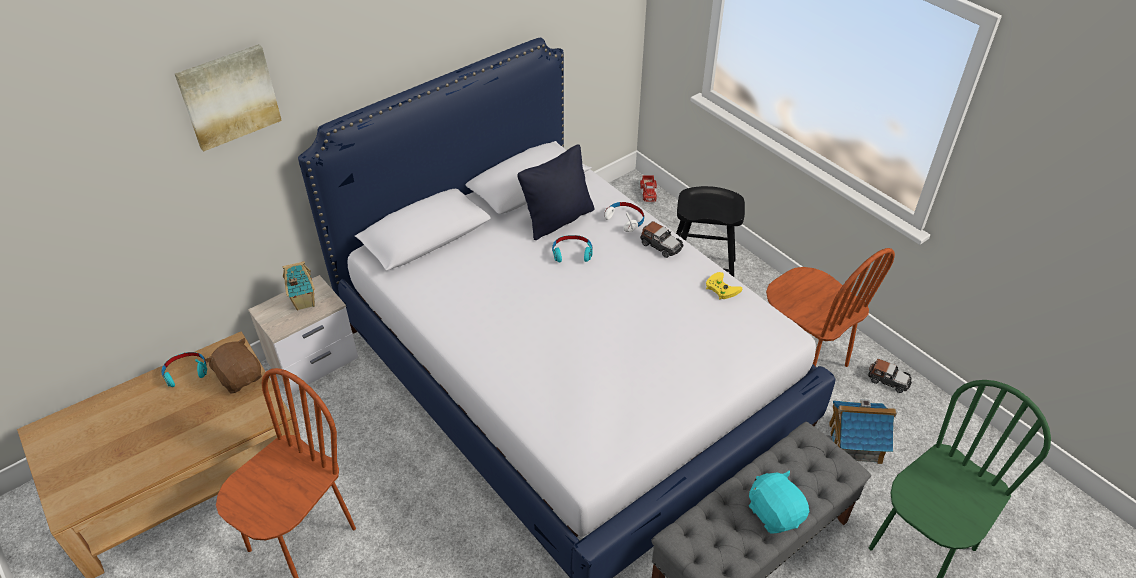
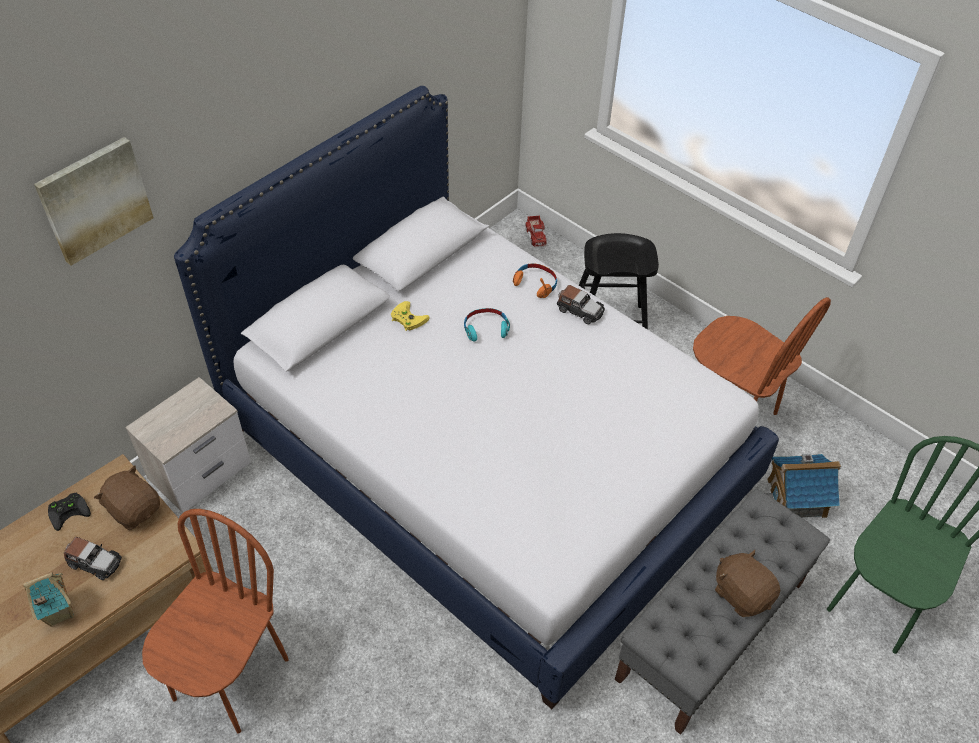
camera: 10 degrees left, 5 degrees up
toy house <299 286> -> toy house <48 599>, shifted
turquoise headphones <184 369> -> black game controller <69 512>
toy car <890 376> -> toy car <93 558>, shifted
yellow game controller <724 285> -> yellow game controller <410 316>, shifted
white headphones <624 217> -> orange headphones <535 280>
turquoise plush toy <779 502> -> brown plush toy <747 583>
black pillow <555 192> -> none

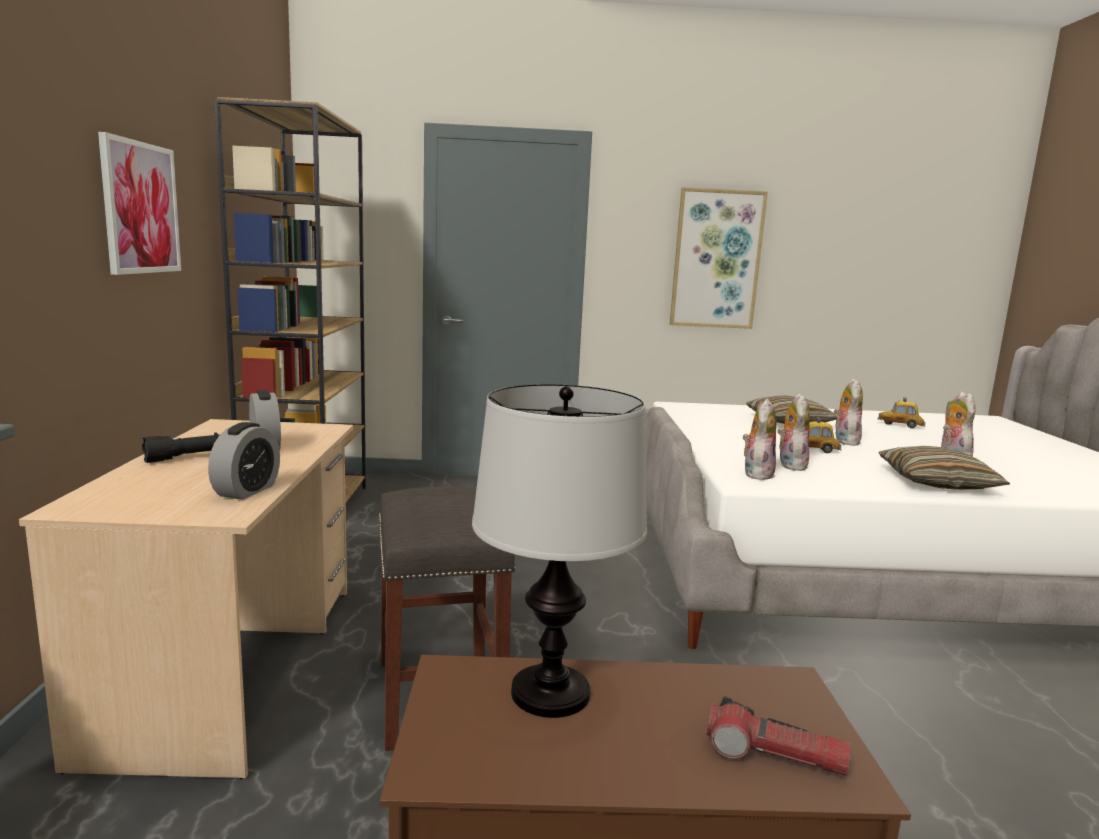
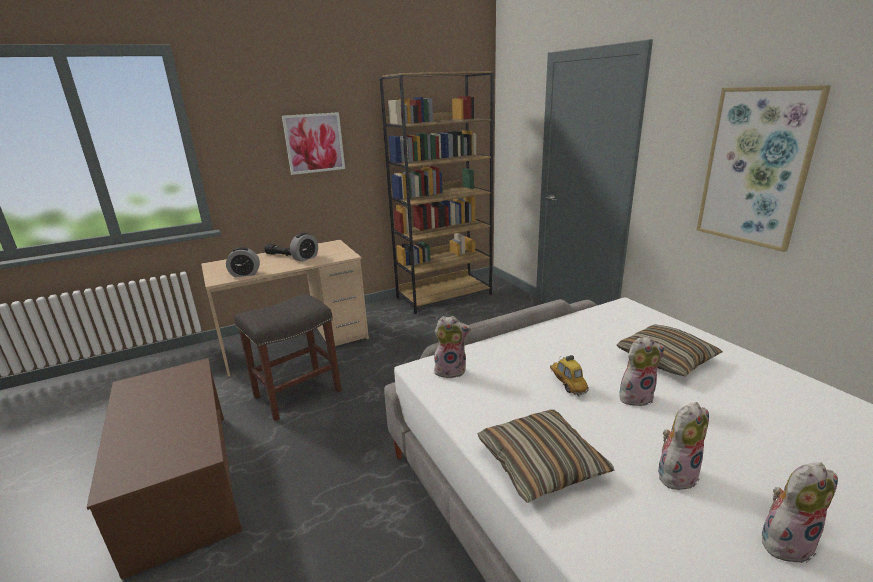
camera: 65 degrees right, 10 degrees up
plush toy <793 432> -> plush toy <800 512>, shifted
table lamp <559 551> -> none
flashlight <779 735> -> none
toy car <901 412> -> none

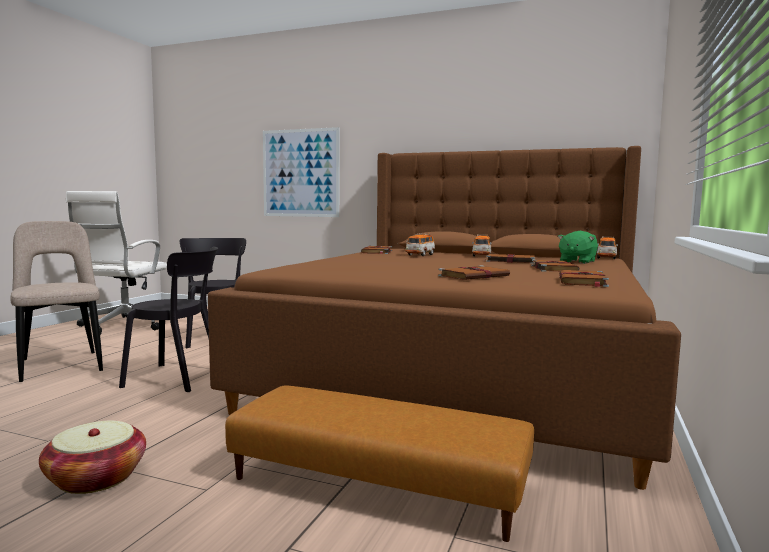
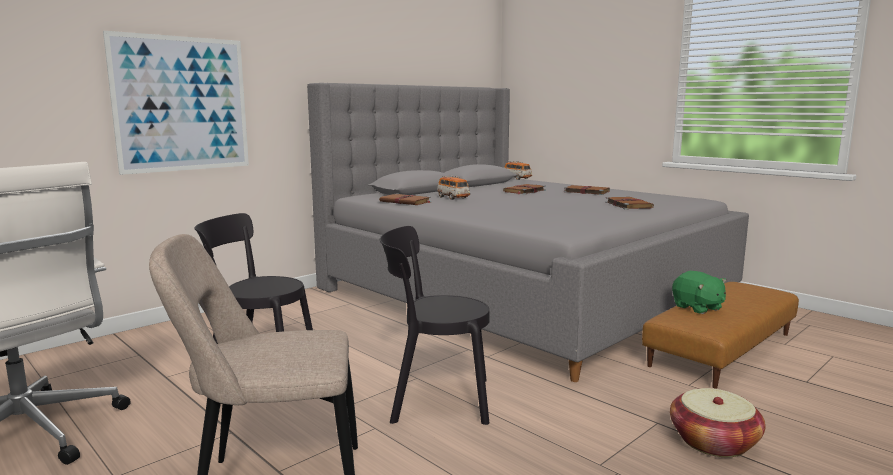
camera: 65 degrees left, 5 degrees up
brown bed <444 318> -> grey bed <528 232>
black chair <168 319> -> black chair <435 325>, 120 degrees counterclockwise
green plush toy <577 247> -> green plush toy <699 292>, shifted
toy car <482 245> -> none
brown book <584 278> -> none

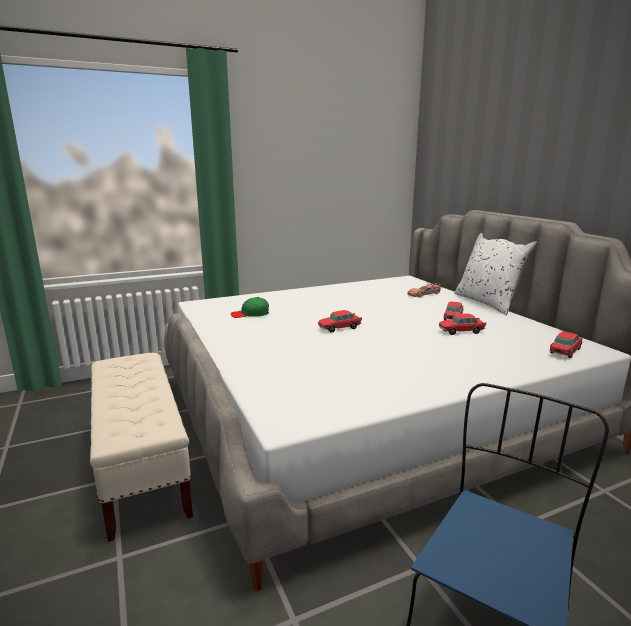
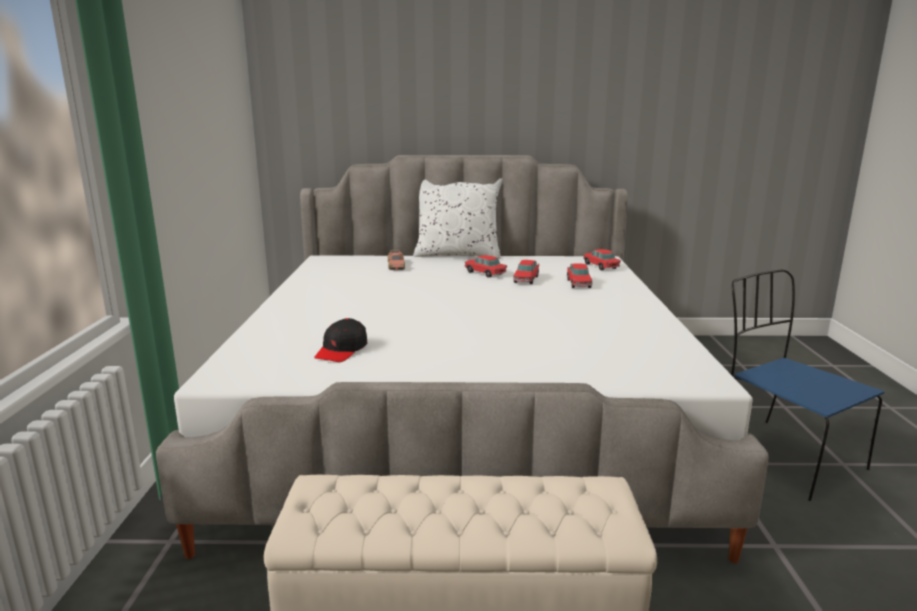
camera: 65 degrees left, 0 degrees up
green cap <250 307> -> black cap <340 340>
toy car <340 321> -> toy car <579 275>, shifted

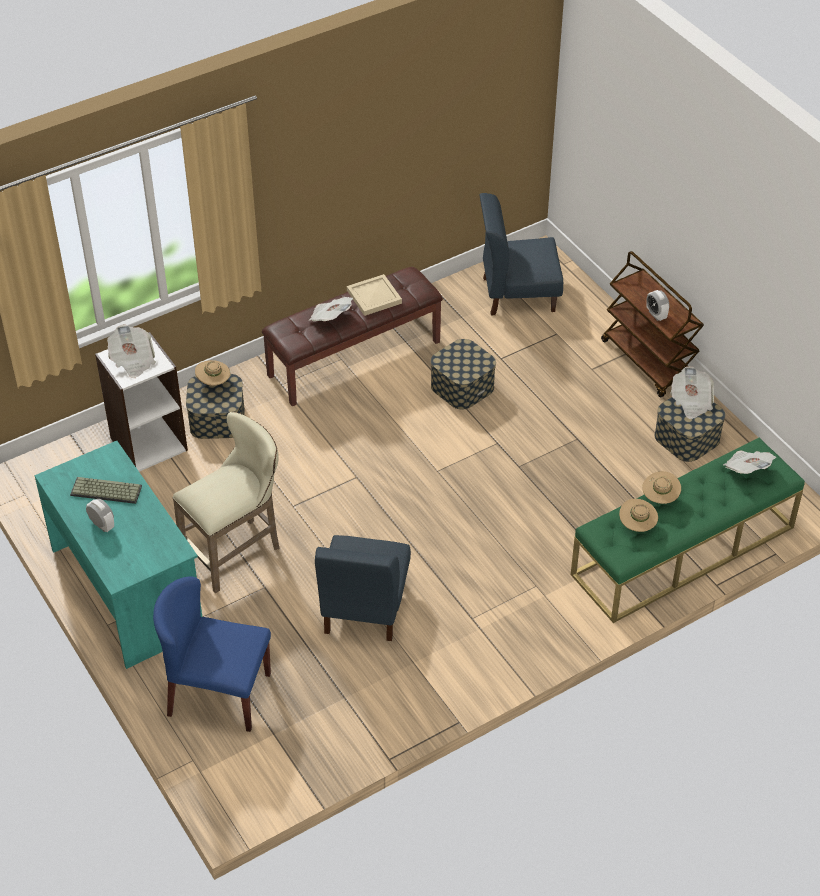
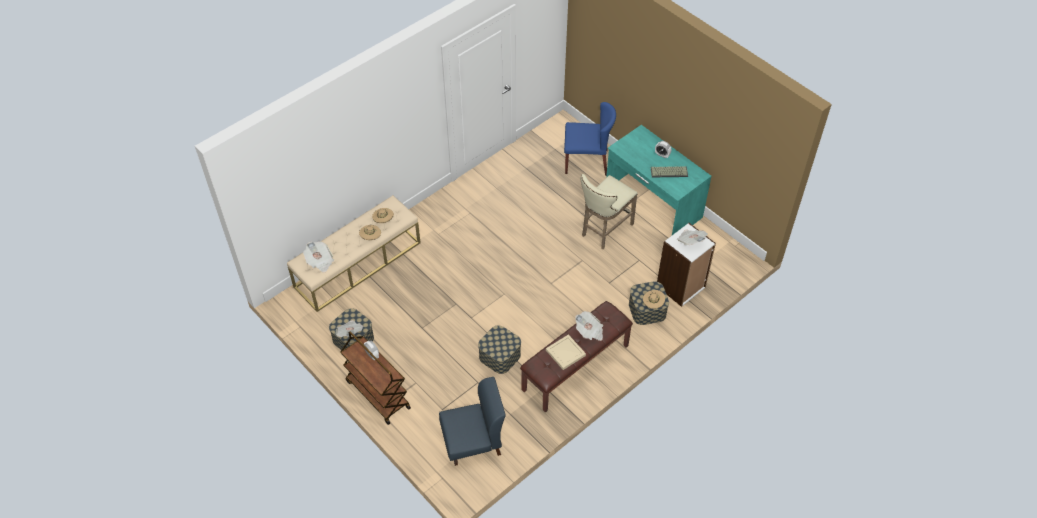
camera: 170 degrees right, 5 degrees up
green bench <688 530> -> beige bench <354 253>
blue chair <363 588> -> none

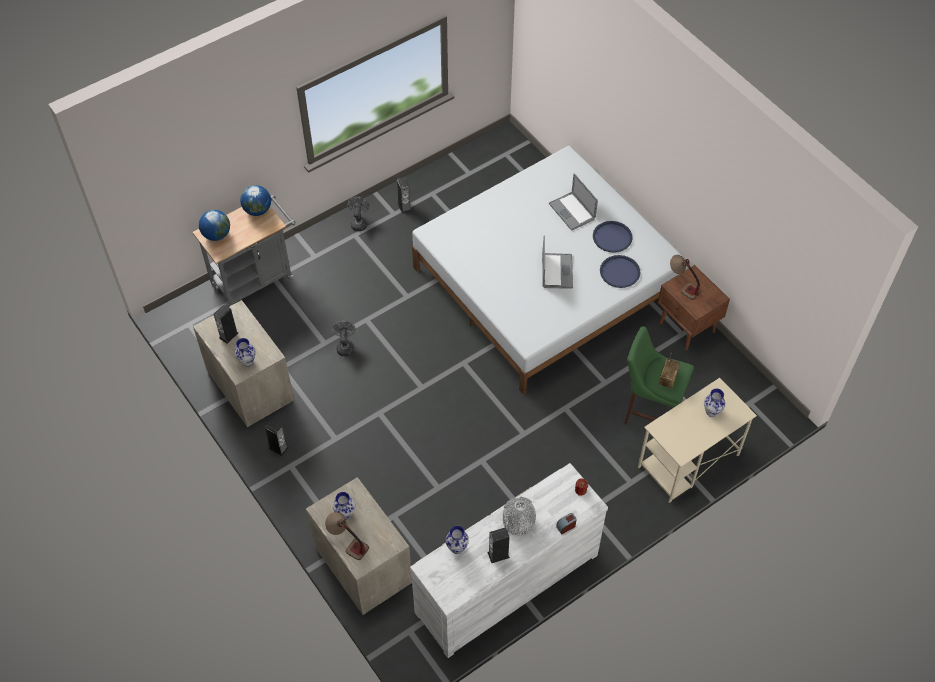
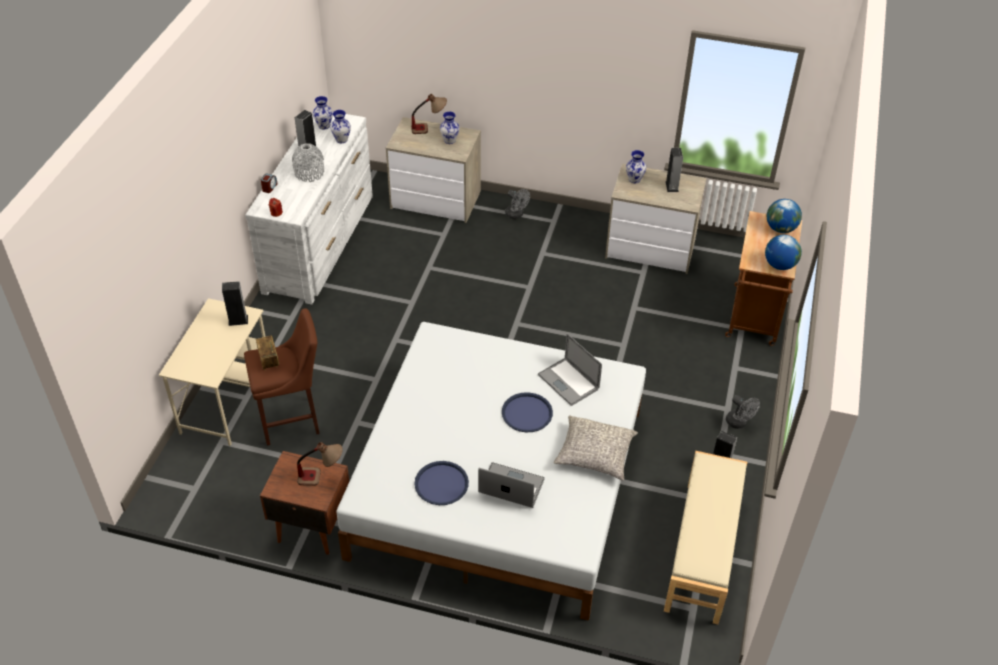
camera: 140 degrees right, 10 degrees down
speaker <276 438> -> speaker <235 303>, shifted
green stool <659 375> -> brown stool <282 377>
vase <714 403> -> vase <323 113>, shifted
blue tray <620 271> -> blue tray <527 412>, shifted
grey fan <344 338> -> grey fan <517 204>, shifted
laptop <557 262> -> laptop <570 370>, shifted
none -> grey pillow <596 448>
none -> beige bench <705 537>
grey cart <244 250> -> brown cart <763 278>

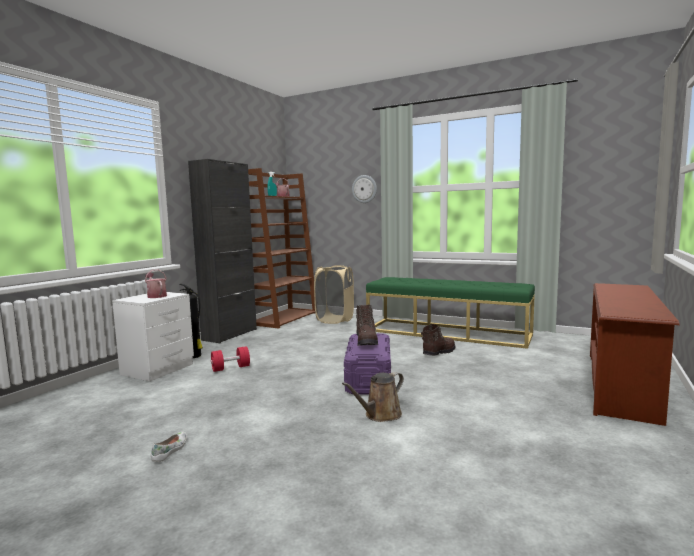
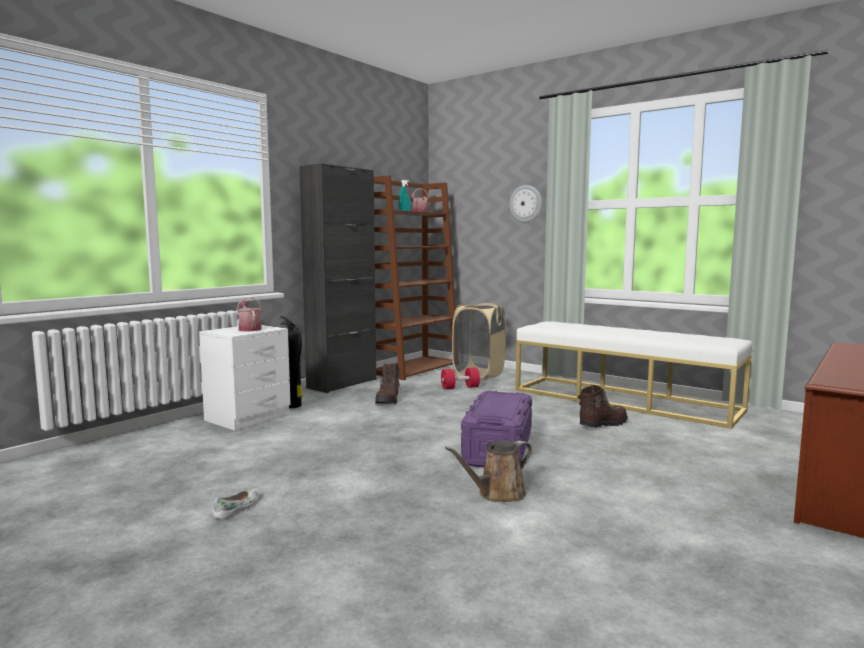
camera: 10 degrees right, 0 degrees up
brown boot <367 325> -> brown boot <388 384>, shifted
red dumbbell <230 359> -> red dumbbell <460 378>, shifted
green bench <450 313> -> white bench <633 375>

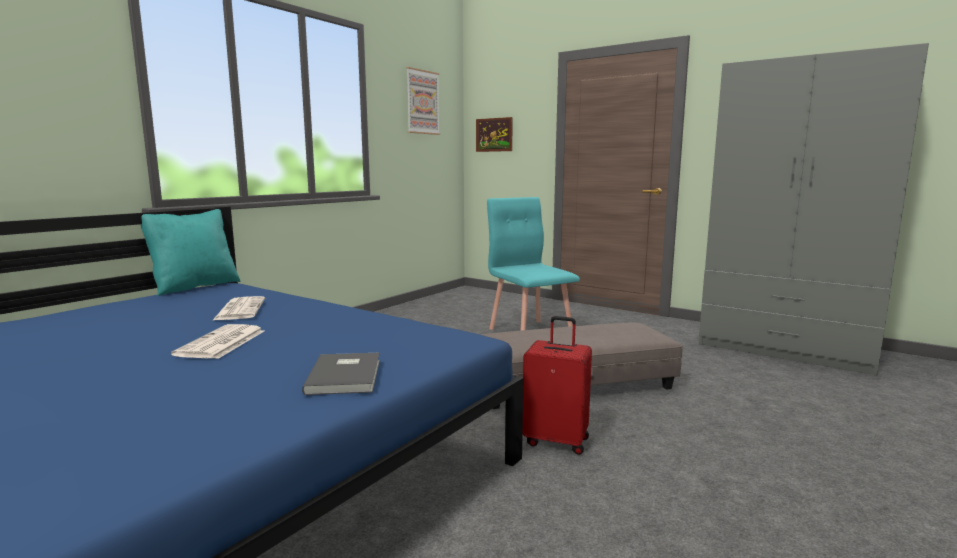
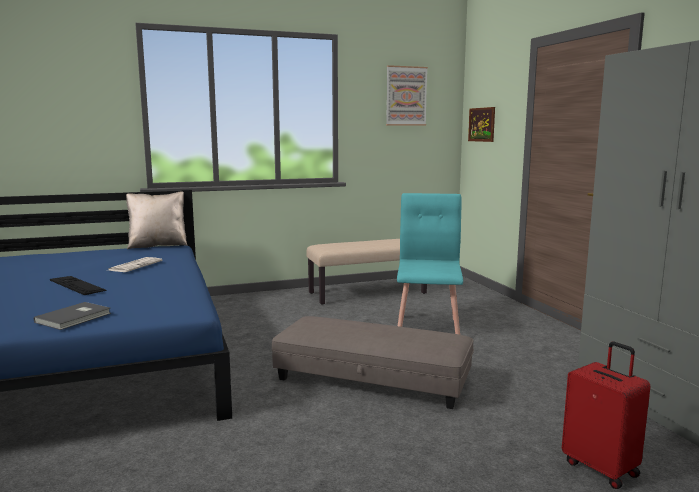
camera: 35 degrees right, 0 degrees up
newspaper <217 341> -> keyboard <78 285>
turquoise pillow <191 252> -> beige pillow <157 220>
none -> beige bench <366 272>
red suitcase <557 385> -> red suitcase <606 415>, shifted

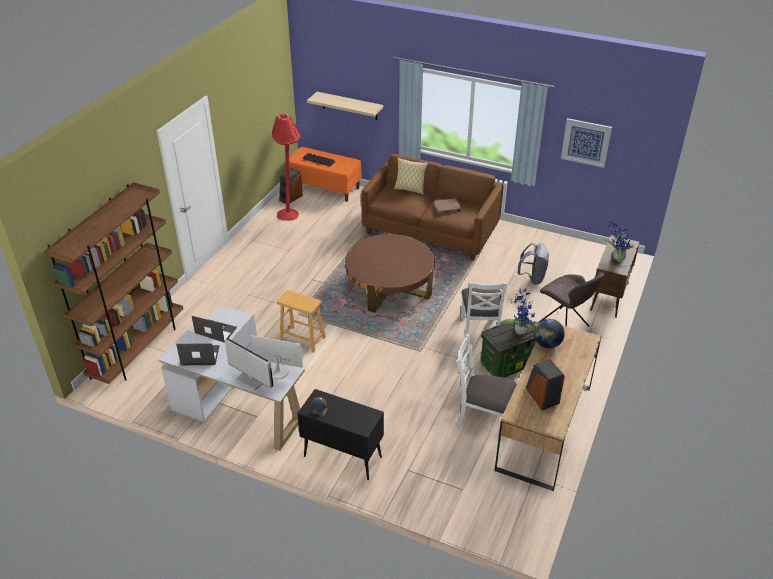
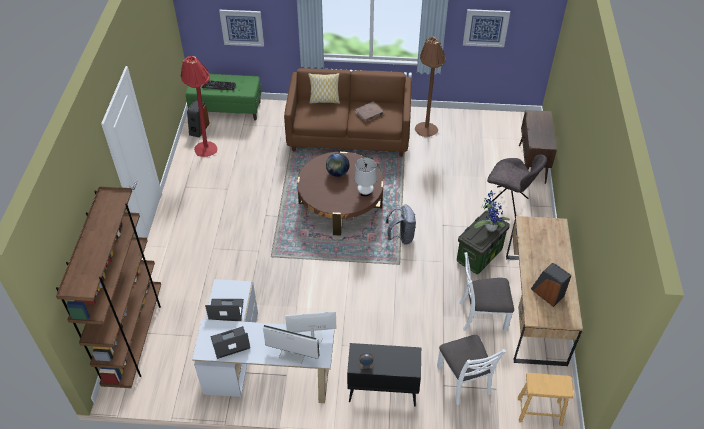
camera: 20 degrees left, 10 degrees up
orange bench <325 174> -> green bench <223 97>
shelf <345 106> -> picture <241 28>
globe <549 334> -> globe <337 165>, shifted
none -> white table lamp <365 177>
grey backpack <533 264> -> grey backpack <401 224>, shifted
none -> brown floor lamp <430 87>
white chair <484 309> -> white chair <471 370>, shifted
brown stool <301 321> -> brown stool <546 399>, shifted
potted plant <618 242> -> none

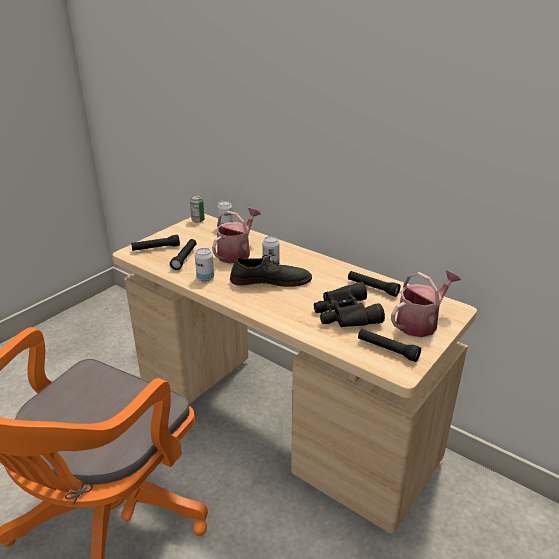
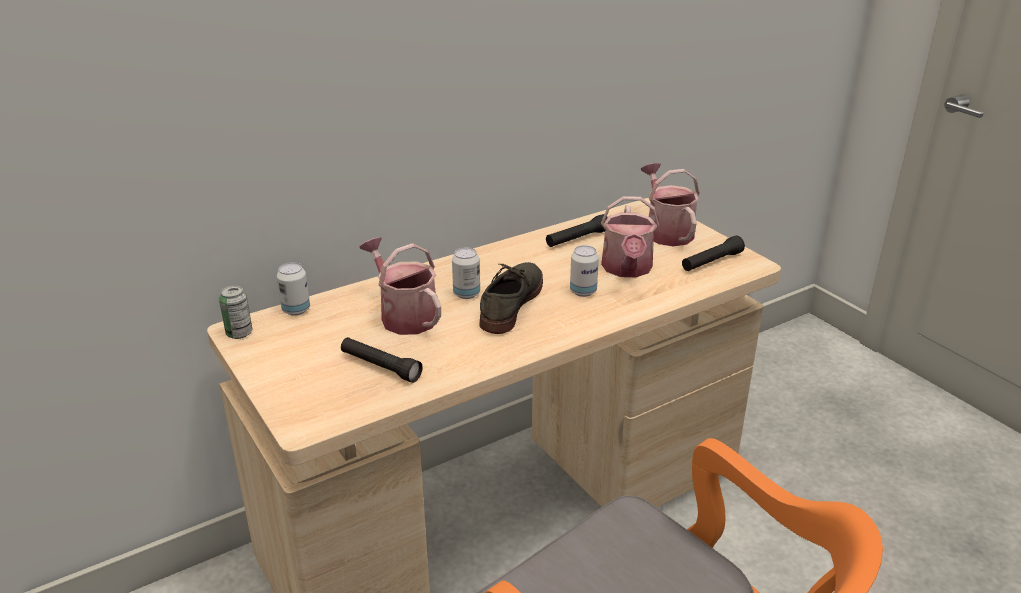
camera: 70 degrees left, 0 degrees up
can <204 264> -> can <584 271>, shifted
black binoculars <349 304> -> watering can <630 236>
black flashlight <155 243> -> none

